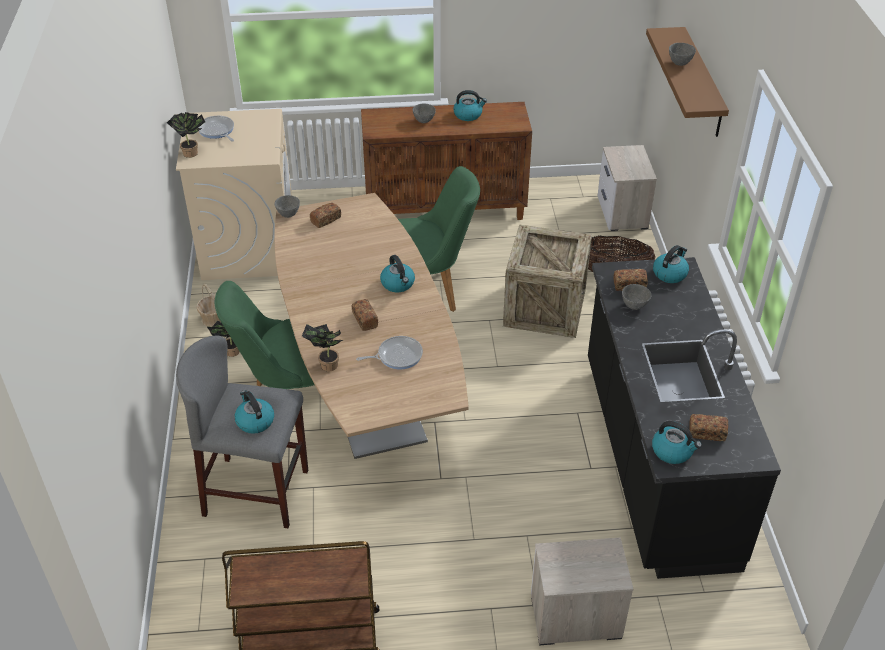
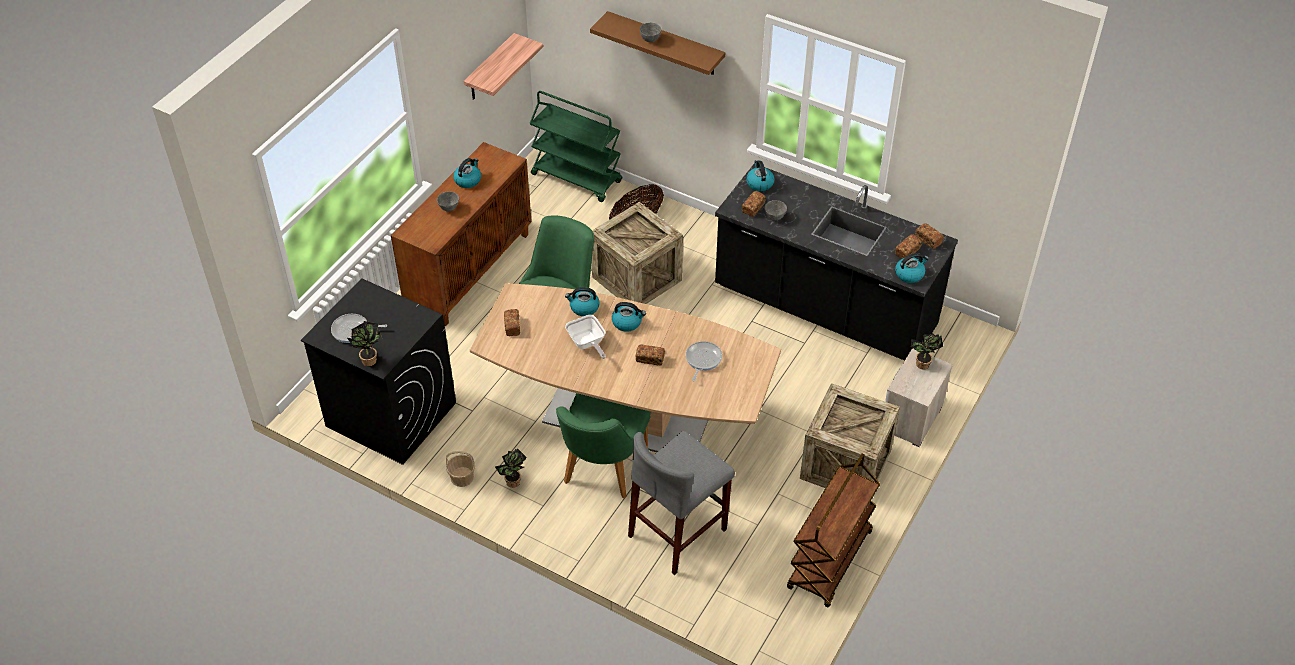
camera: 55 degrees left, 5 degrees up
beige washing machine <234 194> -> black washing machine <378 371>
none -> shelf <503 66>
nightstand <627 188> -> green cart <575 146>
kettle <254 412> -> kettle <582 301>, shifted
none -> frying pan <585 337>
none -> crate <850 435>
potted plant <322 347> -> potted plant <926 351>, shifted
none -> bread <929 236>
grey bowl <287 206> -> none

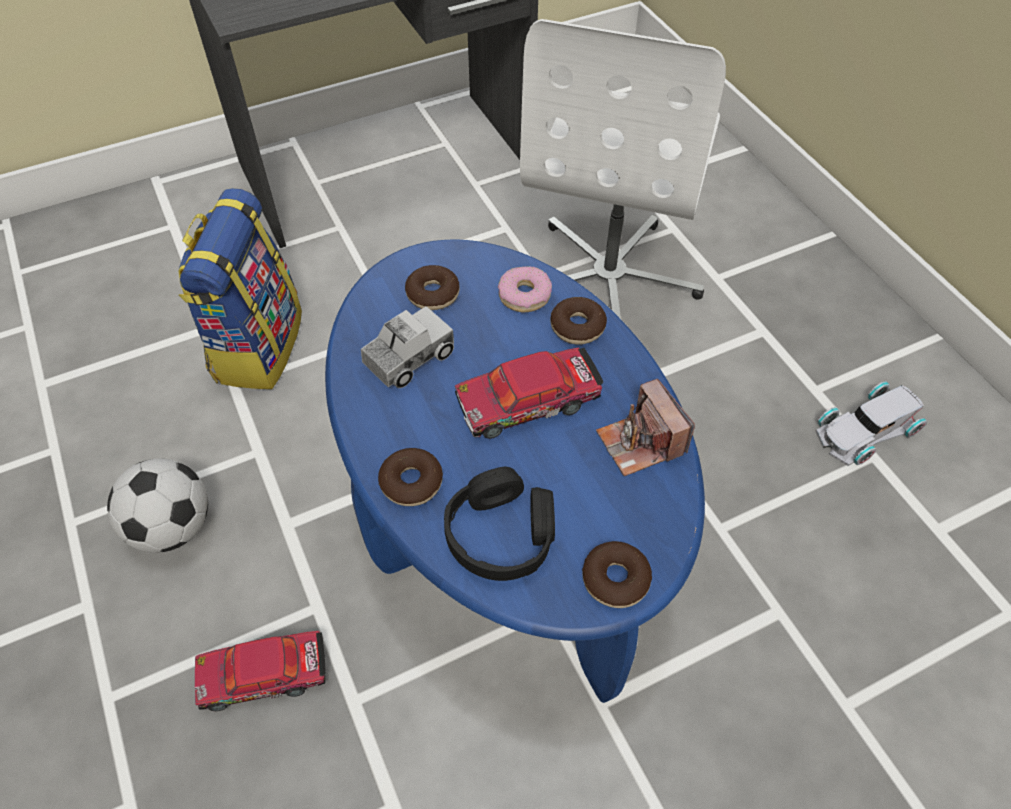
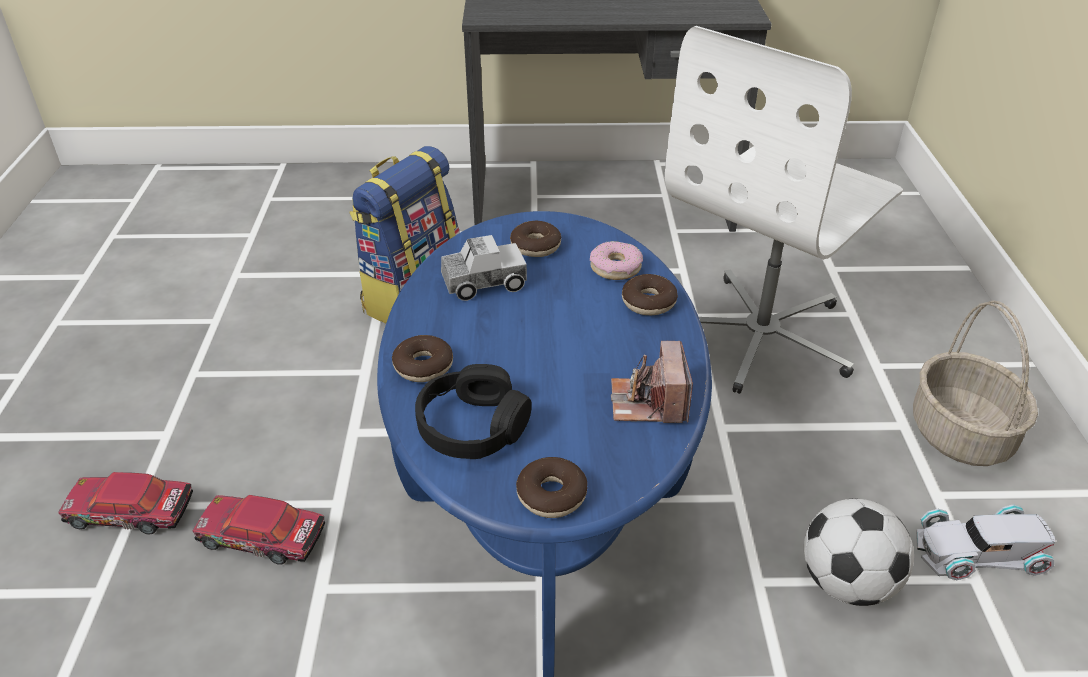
camera: 25 degrees right, 15 degrees down
toy car <529 393> -> toy car <125 503>, shifted
football <157 506> -> football <859 552>, shifted
none -> basket <975 383>

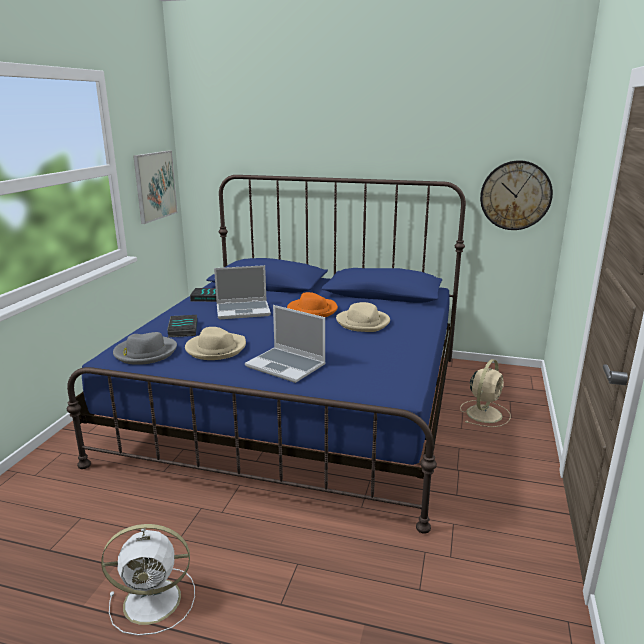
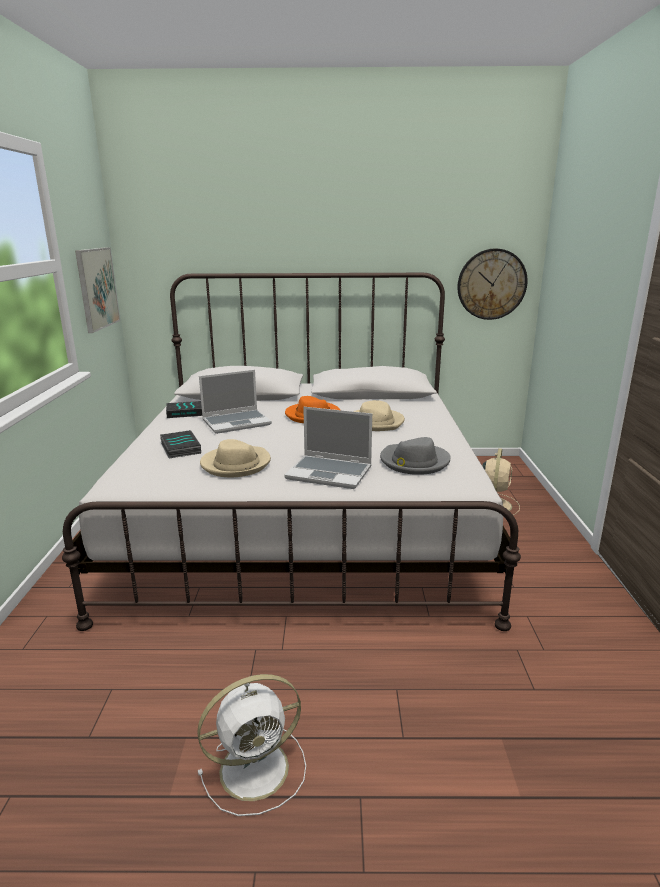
camera: 15 degrees left, 0 degrees up
blue bed <266 354> -> white bed <291 452>
grey hat <145 348> -> grey hat <415 456>, shifted

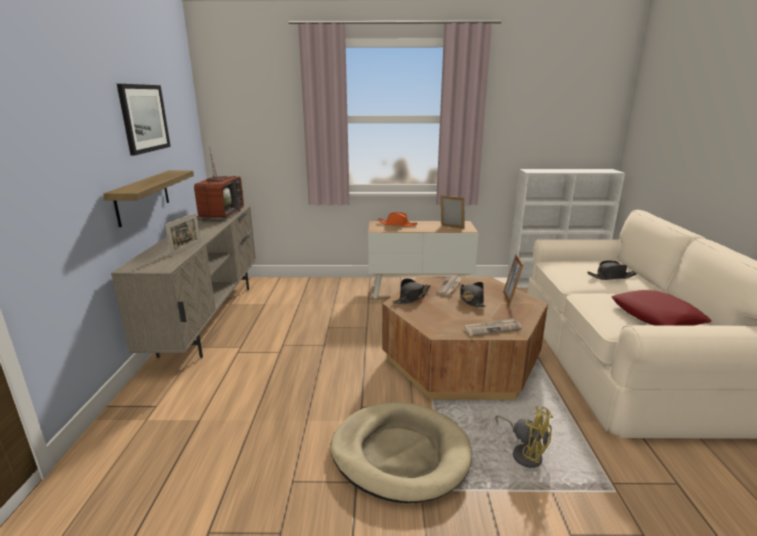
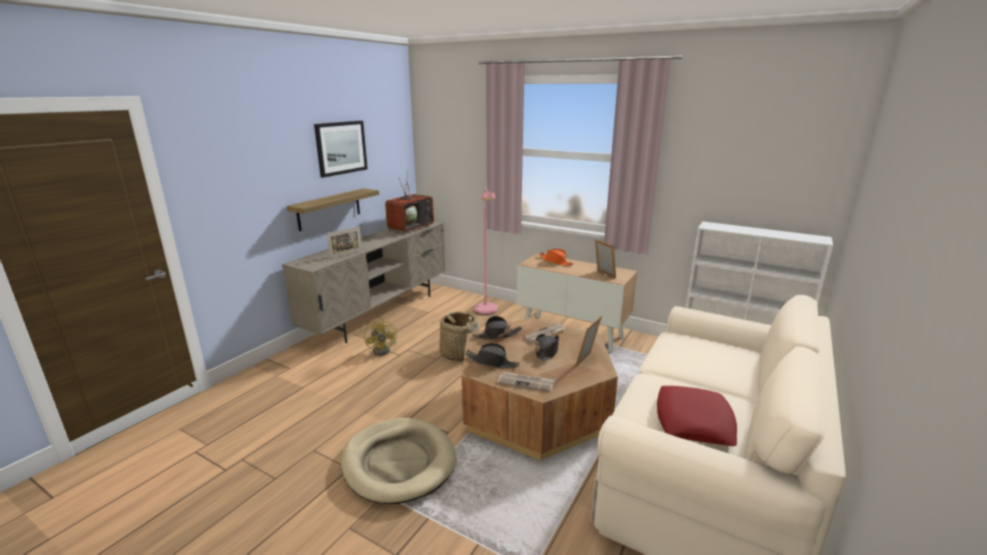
camera: 30 degrees right, 0 degrees up
yellow fan <524 437> -> yellow fan <380 337>, shifted
none -> basket <459 336>
black hat <611 270> -> black hat <492 355>, shifted
none -> pink floor lamp <486 251>

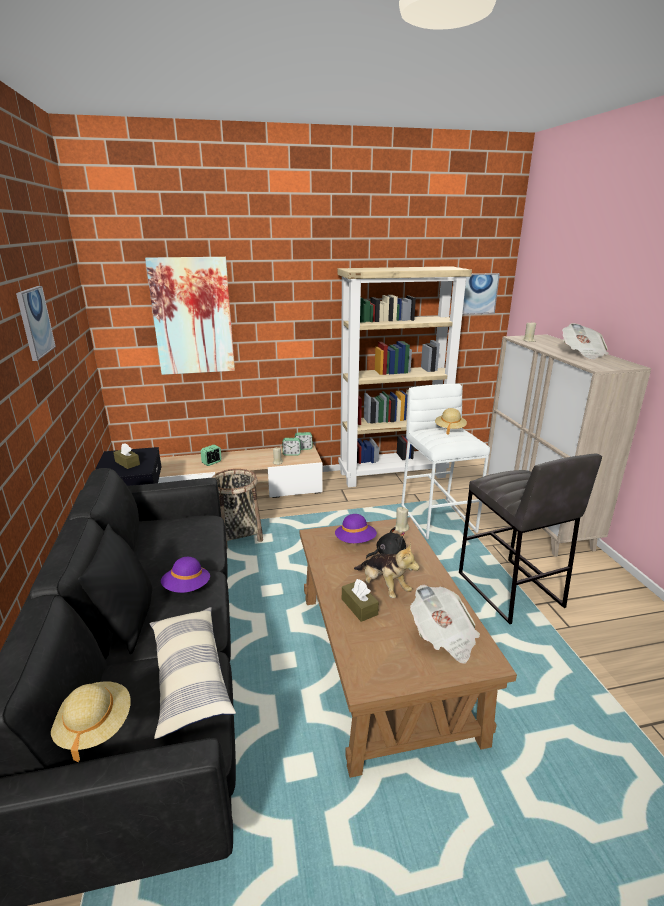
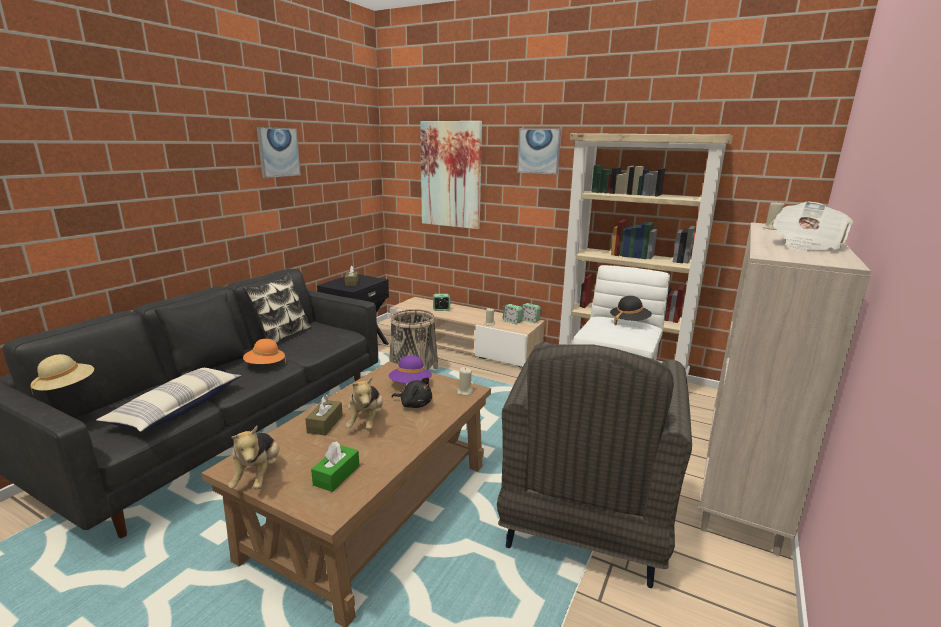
camera: 40 degrees right, 5 degrees down
none -> plush toy <254 458>
none -> pillow <277 308>
purple hat <185 575> -> orange hat <264 351>
newspaper <445 624> -> green tissue box <335 466>
grey stool <530 539> -> grey armchair <594 465>
picture <481 294> -> picture <539 151>, shifted
beige hat <451 421> -> black hat <631 311>

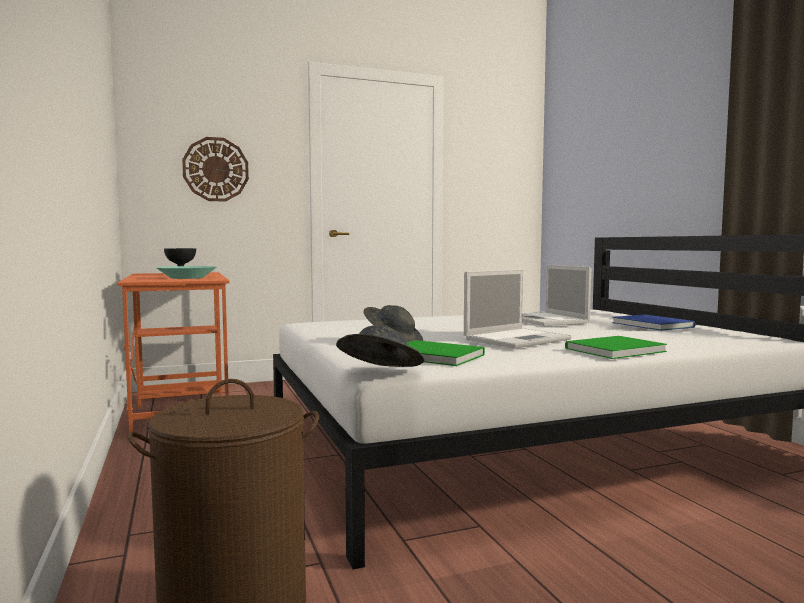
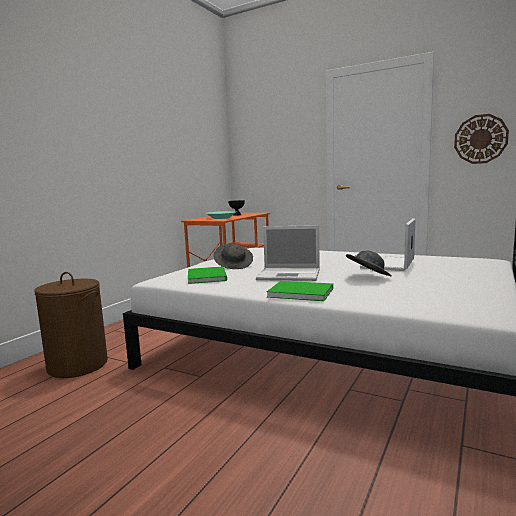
camera: 50 degrees right, 5 degrees up
grey hat <380 346> -> grey hat <369 263>, shifted
wall clock <215 169> -> wall clock <481 139>, shifted
blue book <654 322> -> none

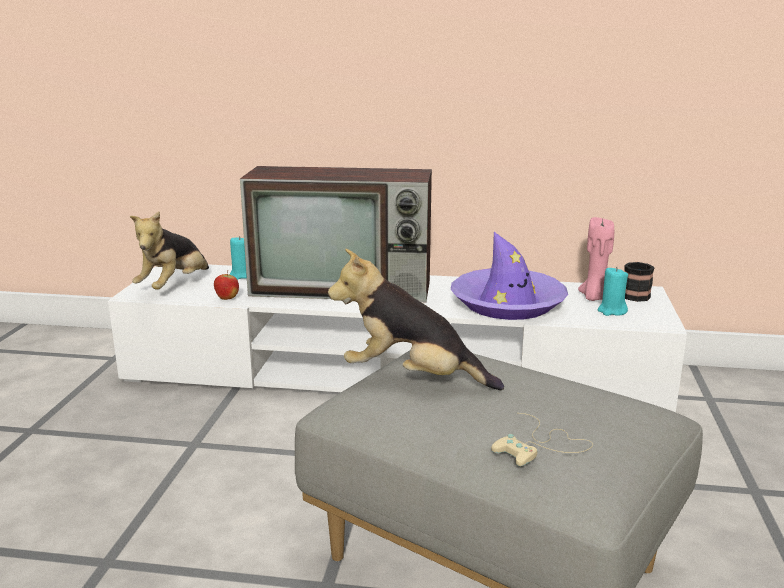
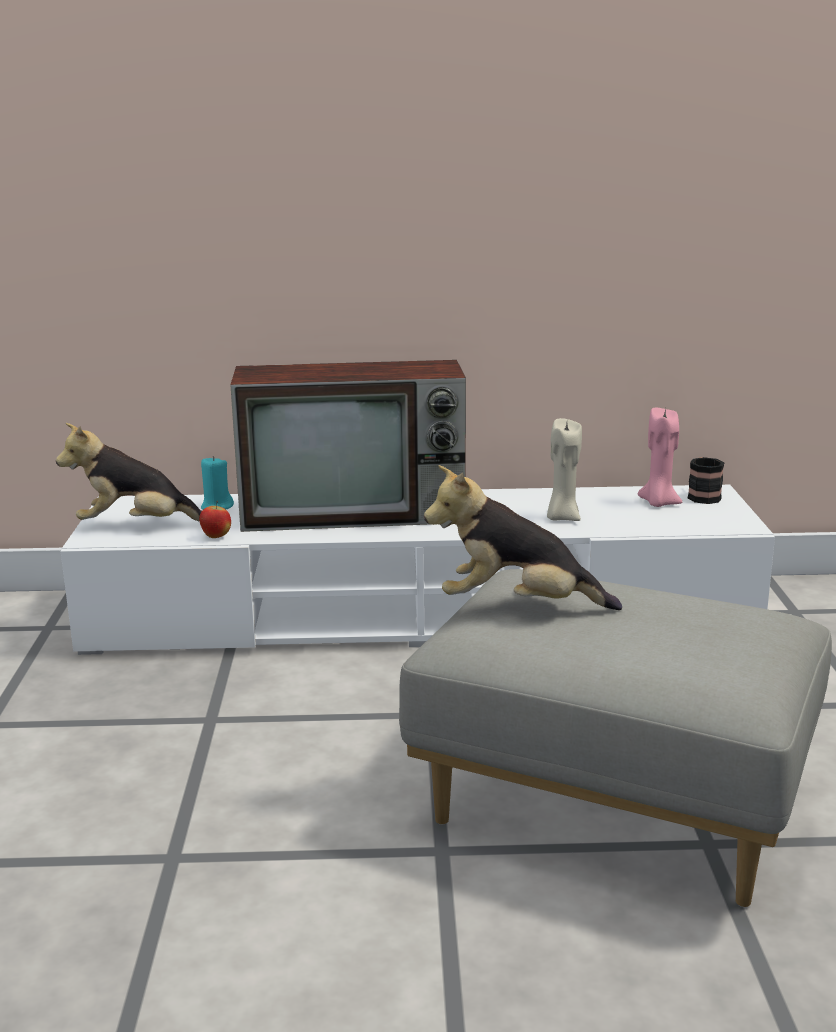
camera: 10 degrees left, 0 degrees up
plush toy <169 251> -> plush toy <129 472>, 75 degrees clockwise
purple hat <509 276> -> beige candle <564 469>
beige game controller <542 440> -> none
turquoise candle <613 291> -> none

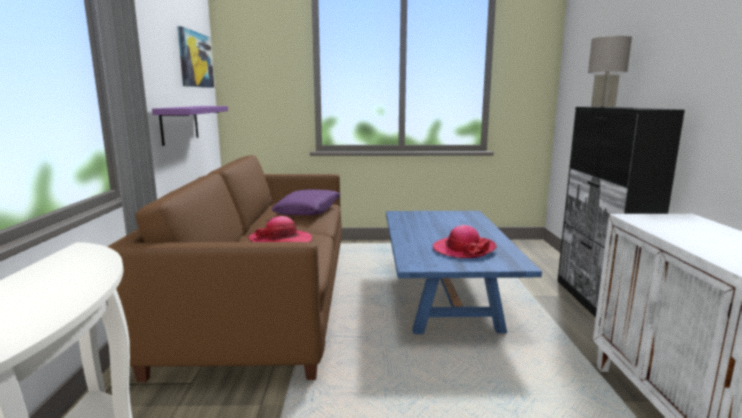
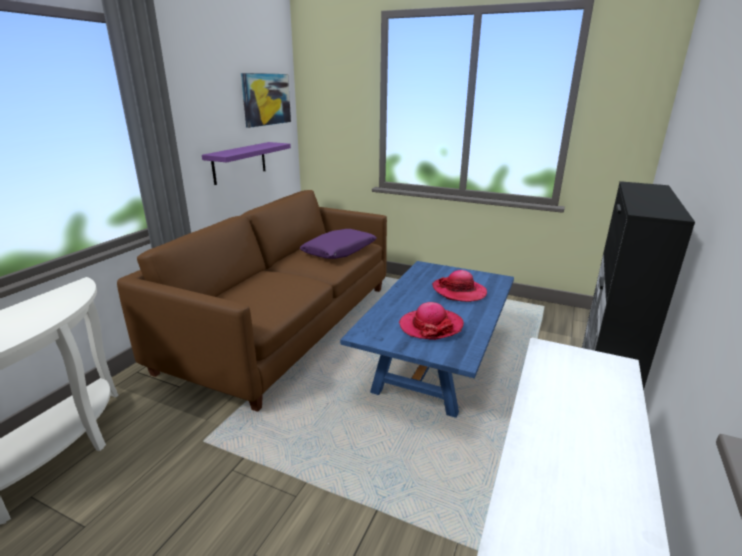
camera: 25 degrees right, 10 degrees up
hat <280 229> -> hat <459 286>, shifted
grey table lamp <610 71> -> none

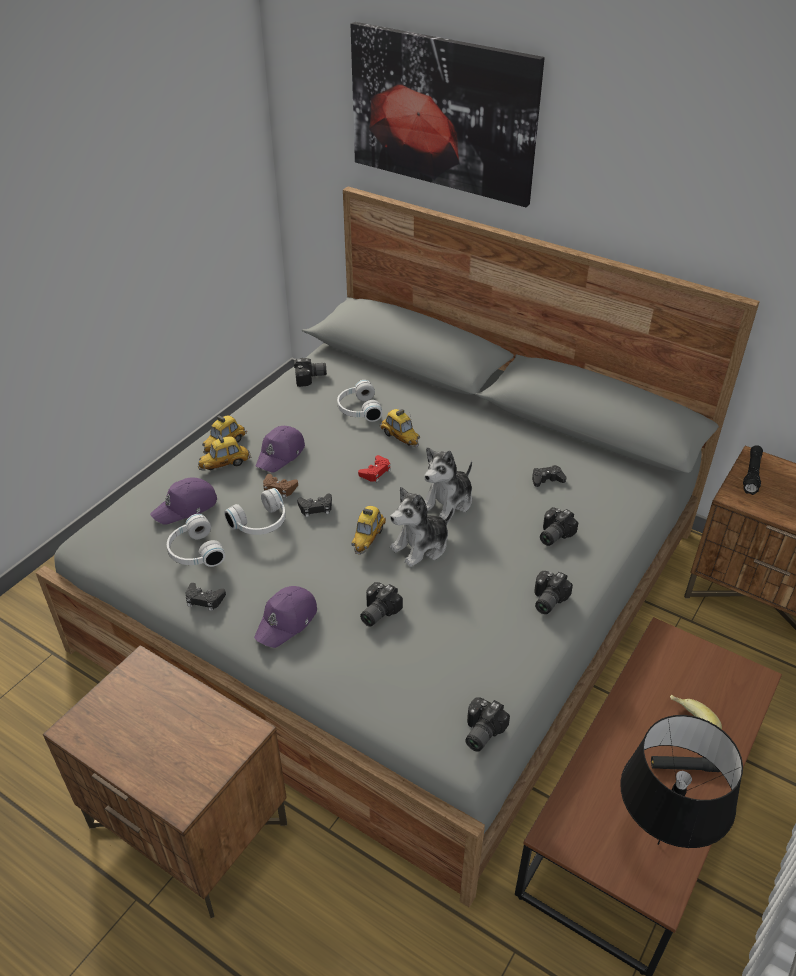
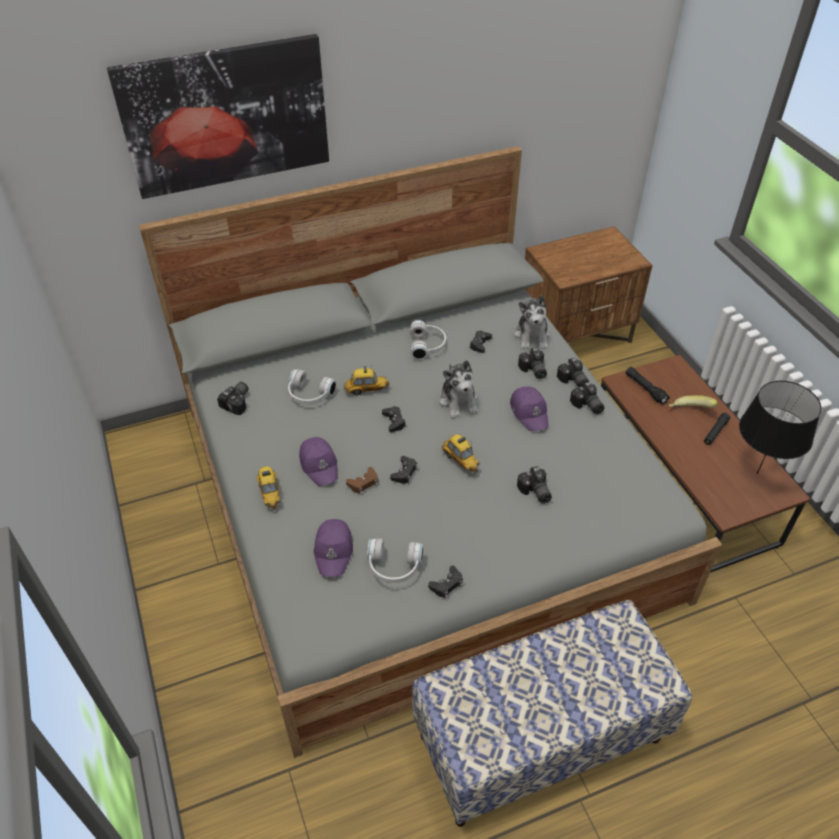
camera: 55 degrees left, 5 degrees up
red game controller <374 468> -> black game controller <394 419>
white headphones <255 511> -> white headphones <428 340>, shifted
brown nightstand <165 781> -> bench <552 713>
purple cap <285 617> -> purple cap <529 408>, shifted
plush toy <421 527> -> plush toy <532 322>, shifted
photo camera <487 724> -> photo camera <573 372>, shifted
black flashlight <753 470> -> black flashlight <648 386>, shifted
toy car <225 452> -> none

